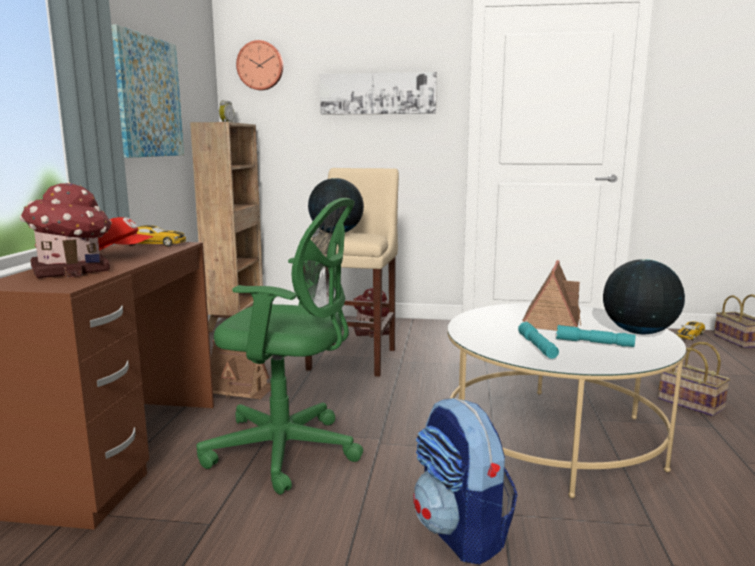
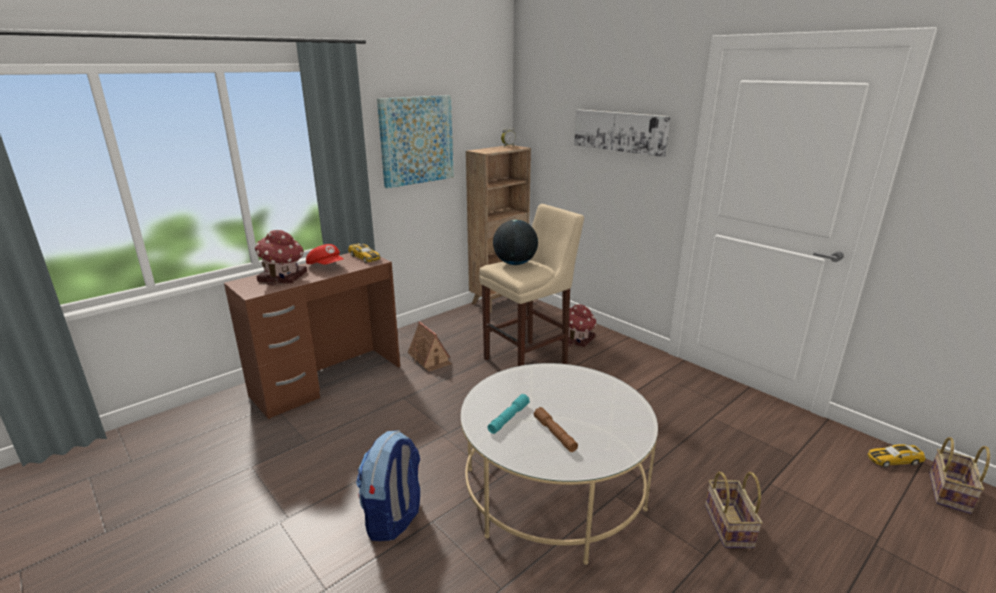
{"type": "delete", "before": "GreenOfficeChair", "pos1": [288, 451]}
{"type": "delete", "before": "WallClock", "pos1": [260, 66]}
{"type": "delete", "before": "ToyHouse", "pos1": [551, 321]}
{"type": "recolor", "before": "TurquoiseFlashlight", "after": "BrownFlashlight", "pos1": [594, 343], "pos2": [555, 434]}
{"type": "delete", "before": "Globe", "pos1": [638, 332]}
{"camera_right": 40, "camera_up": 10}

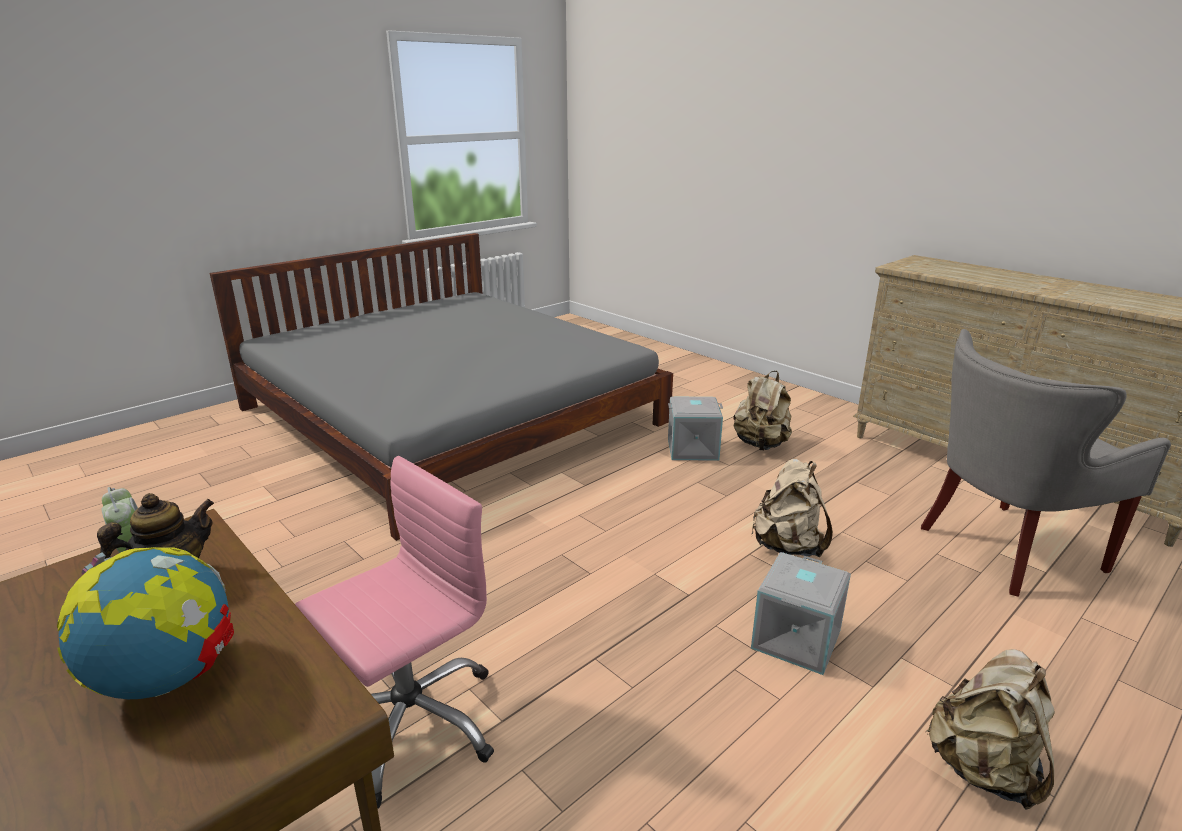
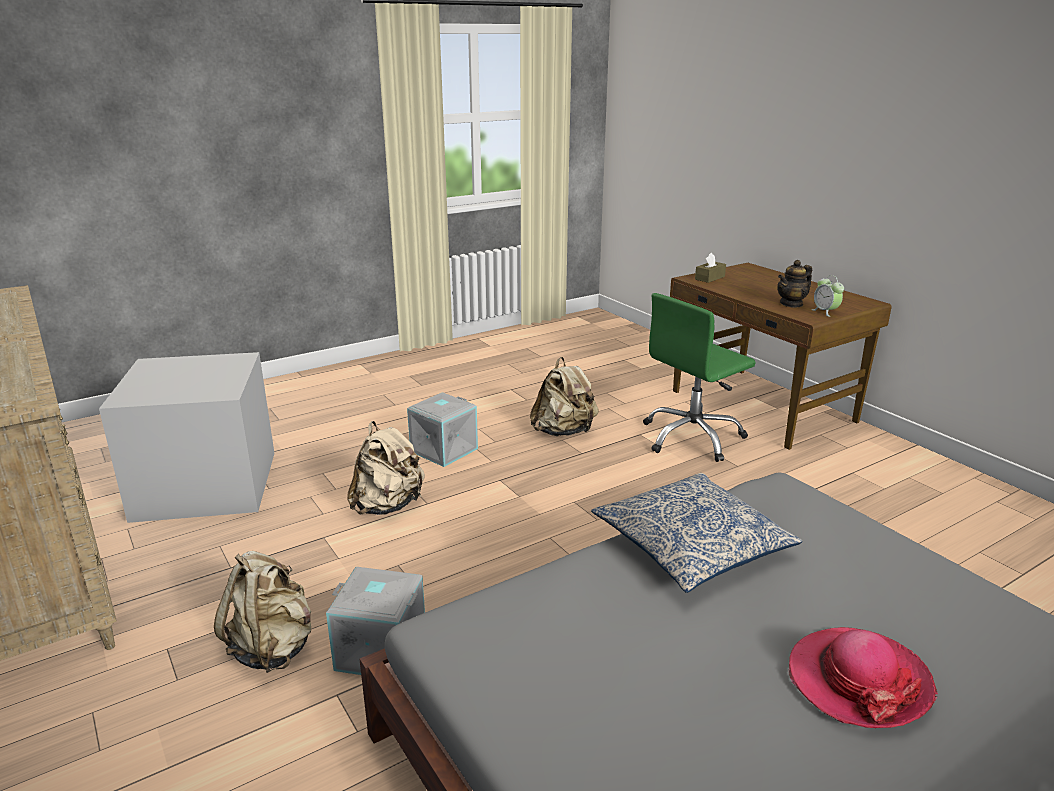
{"type": "delete", "before": "Globe", "pos1": [168, 678]}
{"type": "recolor", "before": "PinkOfficeChair", "after": "GreenOfficeChair", "pos1": [410, 723], "pos2": [692, 437]}
{"type": "replace", "before": "GreyArmchair", "after": "GreyStorageBox", "pos1": [1004, 549], "pos2": [208, 486]}
{"type": "move", "before": "BeigeBackpack", "pos1": [983, 769], "pos2": [564, 432]}
{"type": "insert", "after": "Pillow", "pos2": [692, 545]}
{"type": "insert", "after": "BrownTissueBox", "pos2": [709, 278]}
{"type": "insert", "after": "Hat", "pos2": [858, 680]}
{"camera_right": -170, "camera_up": 0}

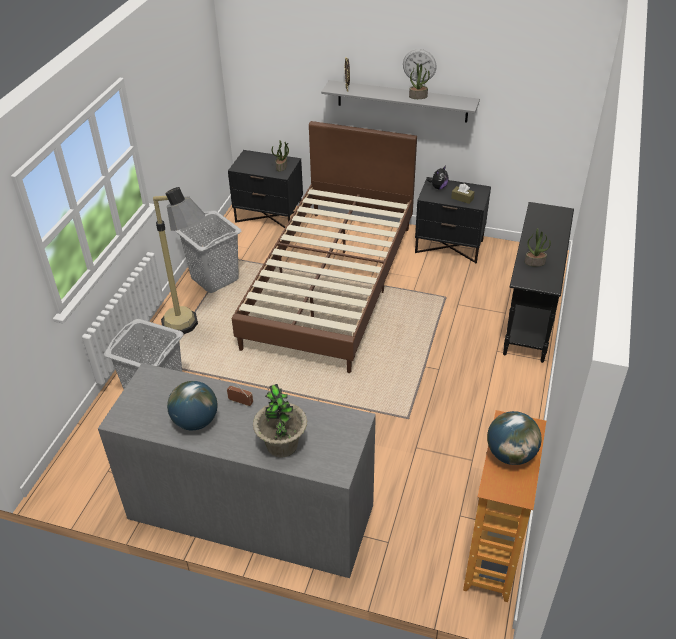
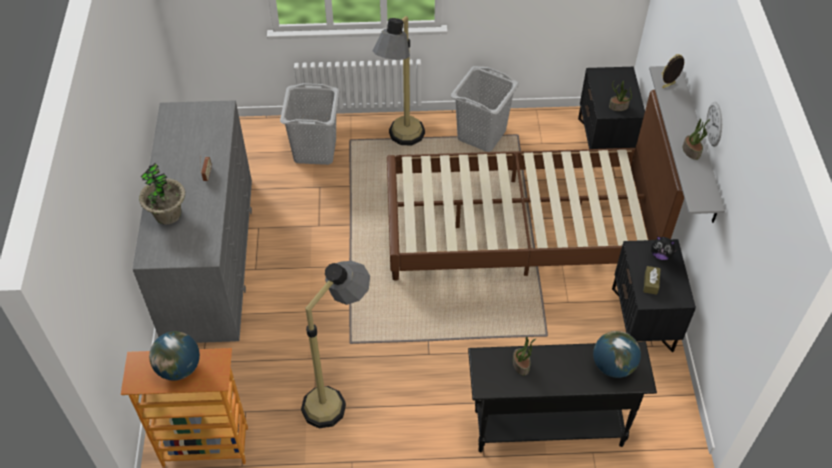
{"type": "move", "before": "Globe", "pos1": [196, 421], "pos2": [613, 366]}
{"type": "insert", "after": "FloorLamp", "pos2": [339, 395]}
{"camera_right": 70, "camera_up": 10}

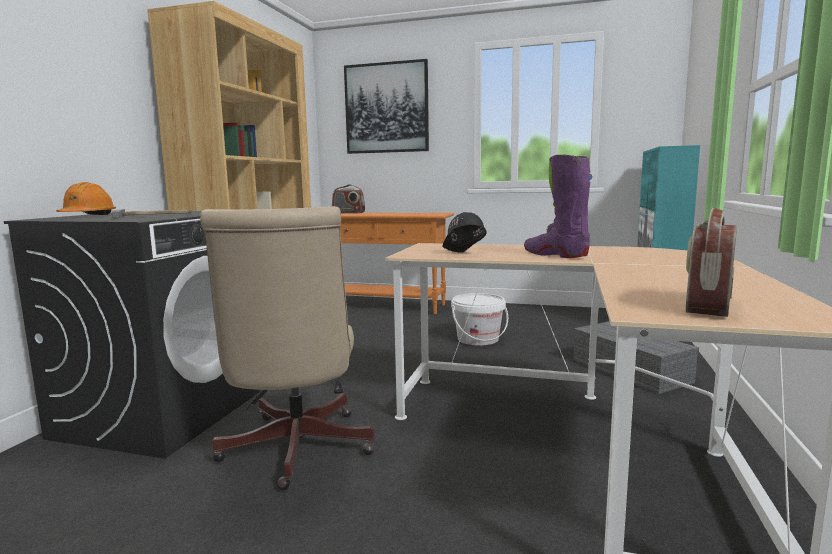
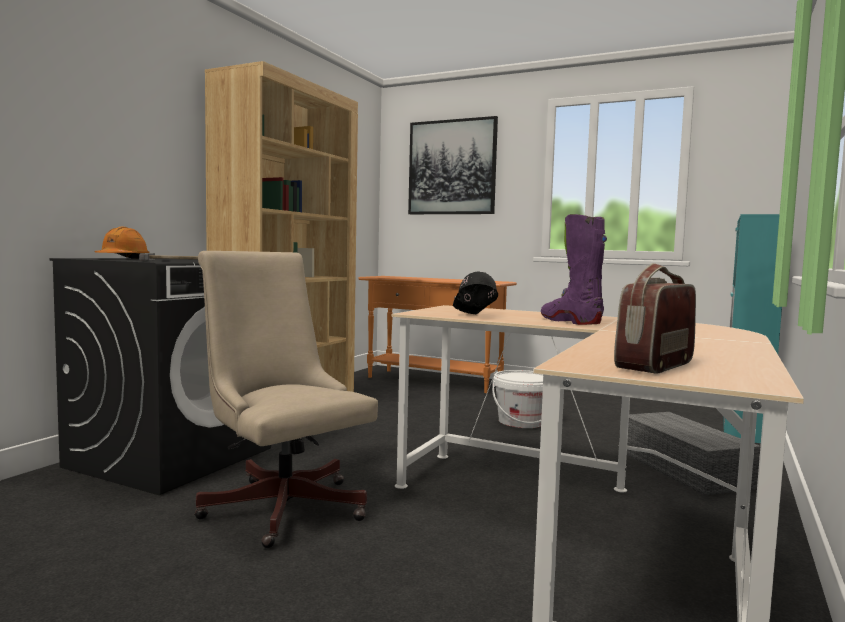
{"type": "rotate", "before": "BeigeOfficeChair", "pos1": [294, 451], "pos2": [281, 504], "turn": 135}
{"type": "delete", "before": "Radio", "pos1": [348, 213]}
{"camera_right": 10, "camera_up": -5}

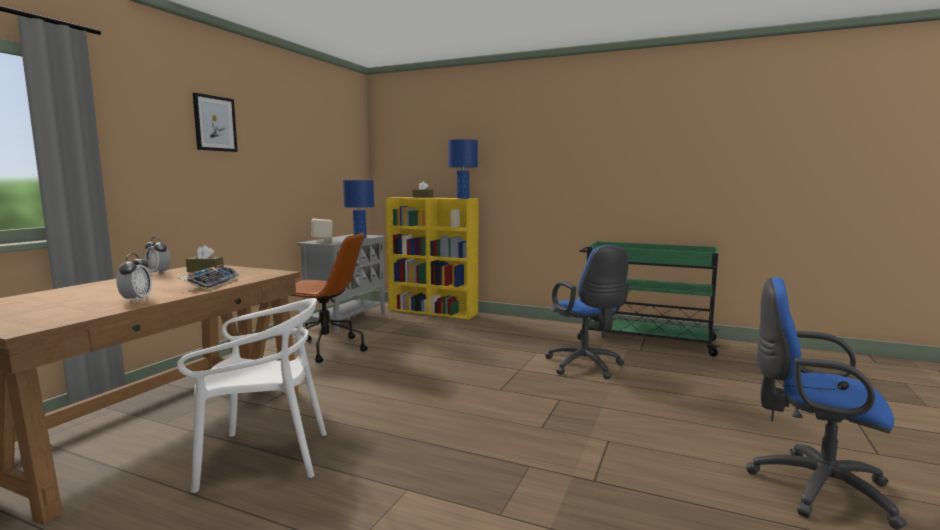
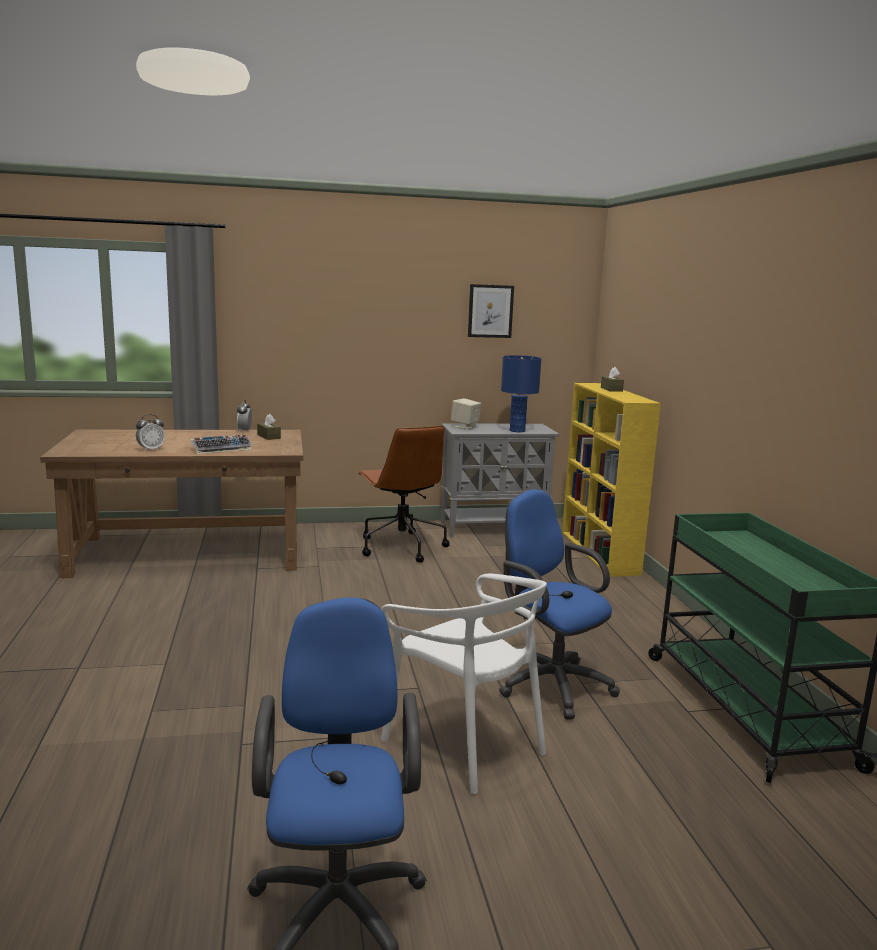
{"type": "move", "before": "WhiteChair", "pos1": [264, 458], "pos2": [465, 743]}
{"type": "move", "before": "Picture", "pos1": [215, 123], "pos2": [490, 311]}
{"type": "delete", "before": "BlueTableLamp", "pos1": [463, 198]}
{"type": "rotate", "before": "BlueOfficeChair", "pos1": [586, 367], "pos2": [549, 683], "turn": 105}
{"camera_right": 55, "camera_up": 5}

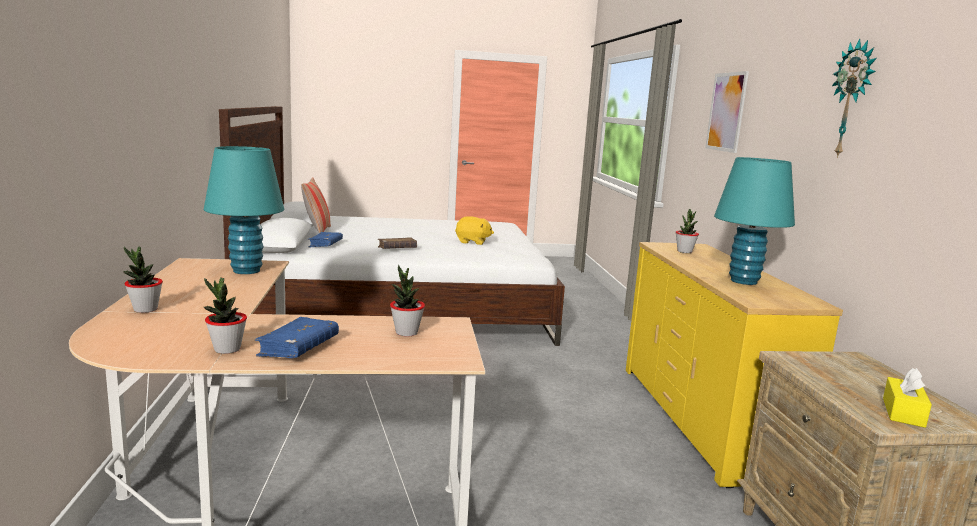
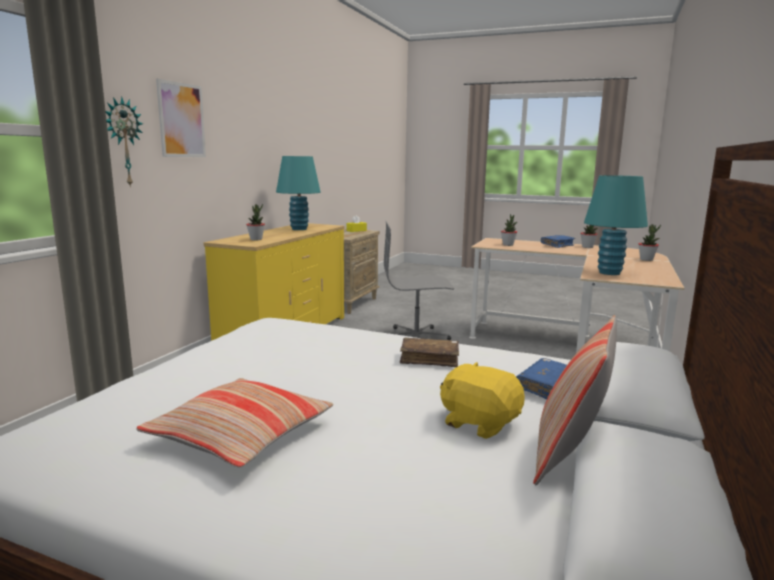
{"type": "move", "before": "YellowPlushToy", "pos1": [472, 242], "pos2": [479, 423]}
{"type": "move", "before": "WallClock", "pos1": [852, 99], "pos2": [123, 142]}
{"type": "insert", "after": "Pillow", "pos2": [240, 435]}
{"type": "insert", "after": "GreyOfficeChair", "pos2": [416, 337]}
{"camera_right": -150, "camera_up": 0}

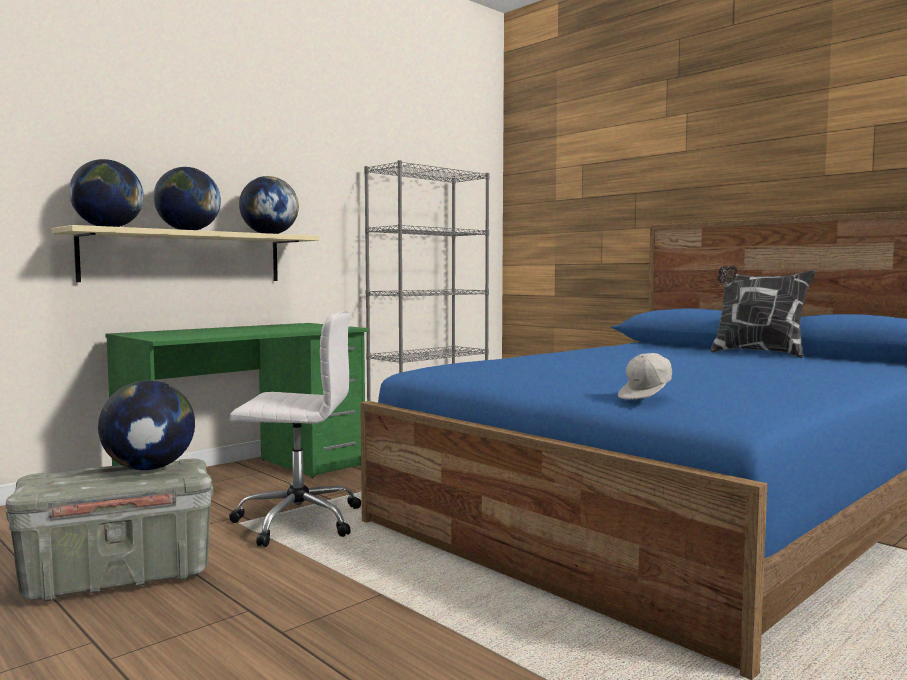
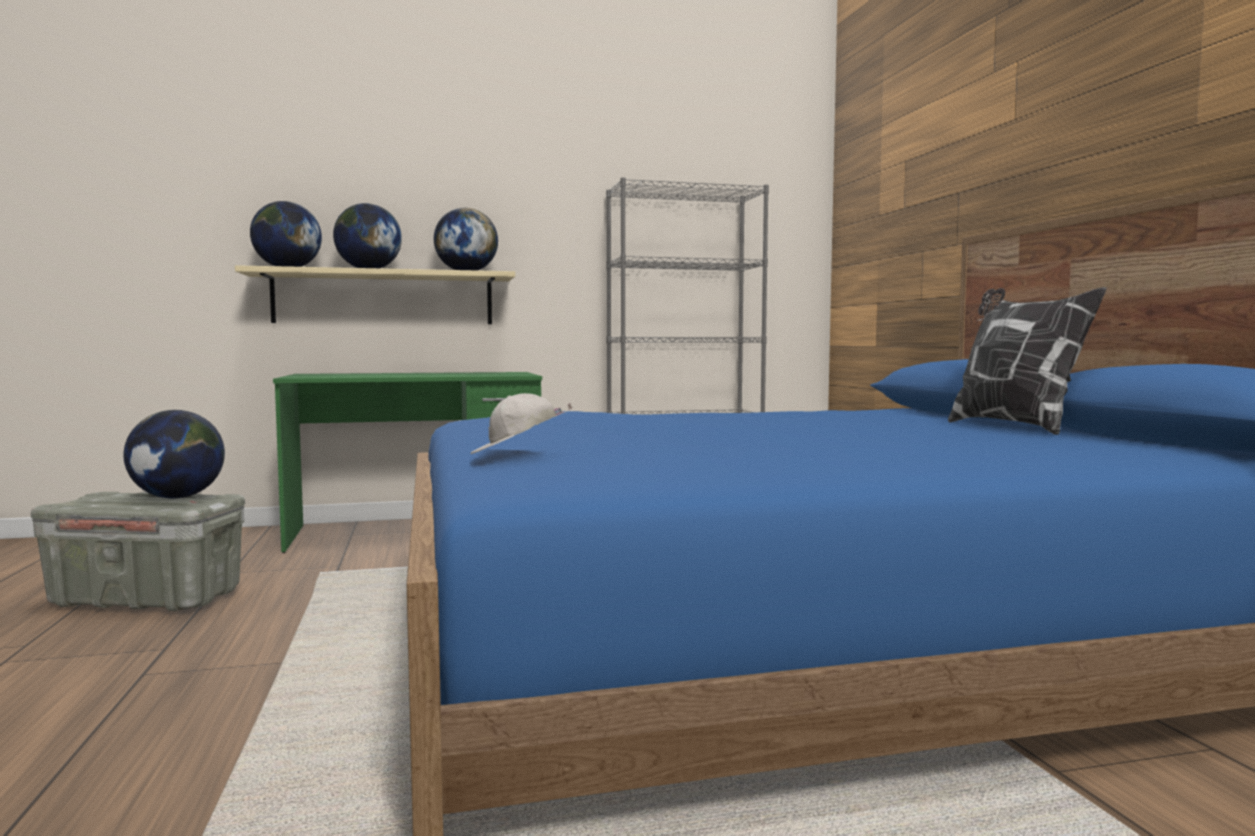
{"type": "delete", "before": "WhiteOfficeChair", "pos1": [296, 521]}
{"camera_right": 30, "camera_up": 0}

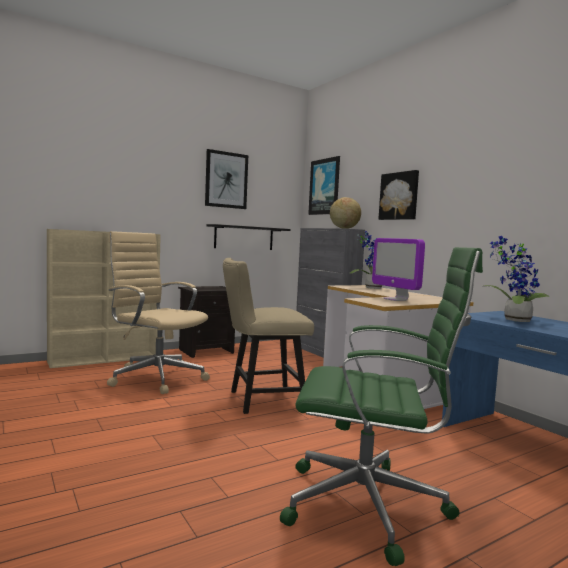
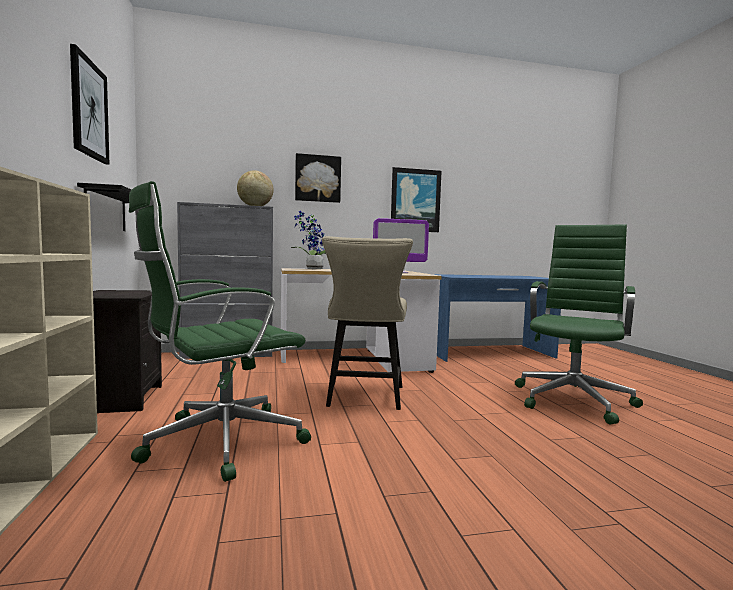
{"type": "recolor", "before": "BeigeOfficeChair", "after": "GreenOfficeChair", "pos1": [156, 377], "pos2": [219, 442]}
{"type": "move", "before": "Picture", "pos1": [324, 186], "pos2": [415, 200]}
{"type": "delete", "before": "PottedPlant", "pos1": [513, 320]}
{"camera_right": -70, "camera_up": 0}

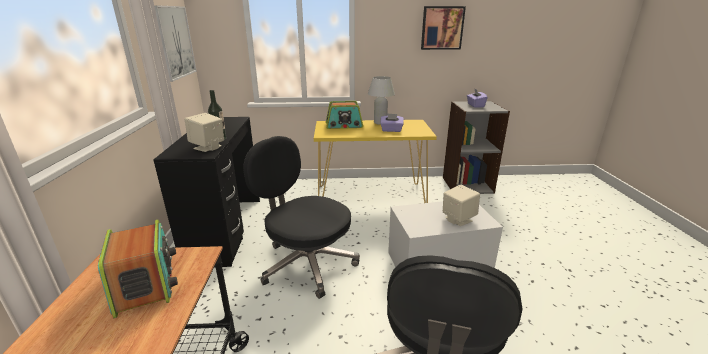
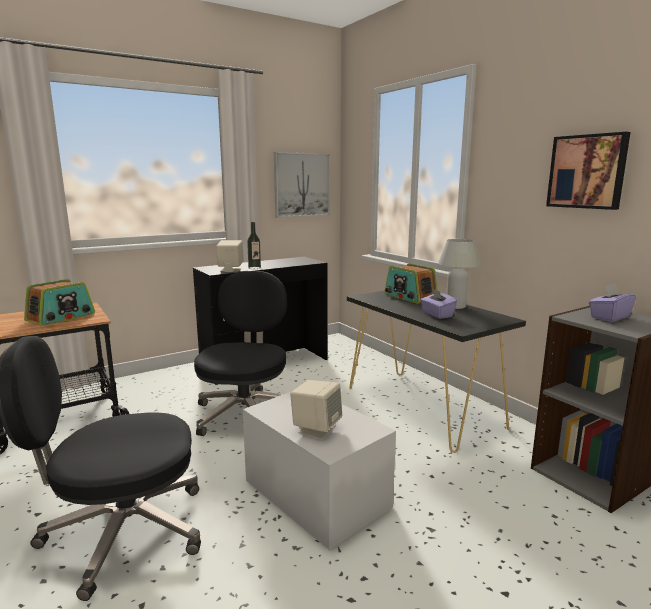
{"type": "recolor", "before": "YellowConsoleTable", "after": "BlackConsoleTable", "pos1": [371, 195], "pos2": [422, 407]}
{"camera_right": 60, "camera_up": -10}

